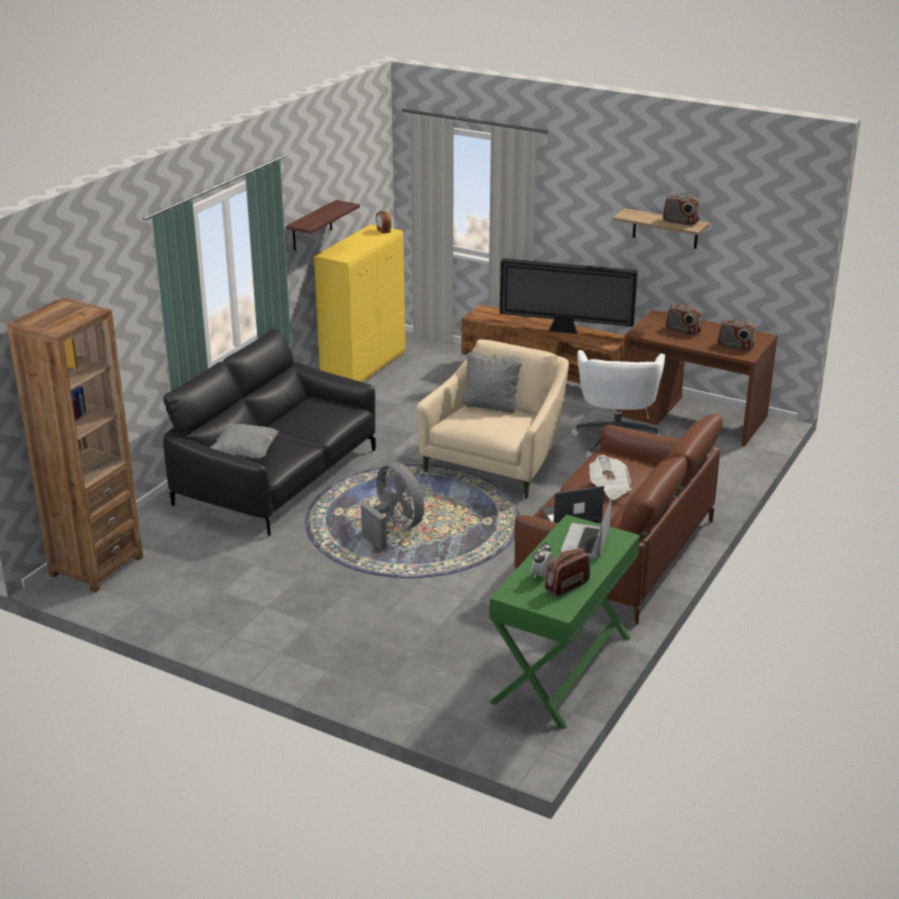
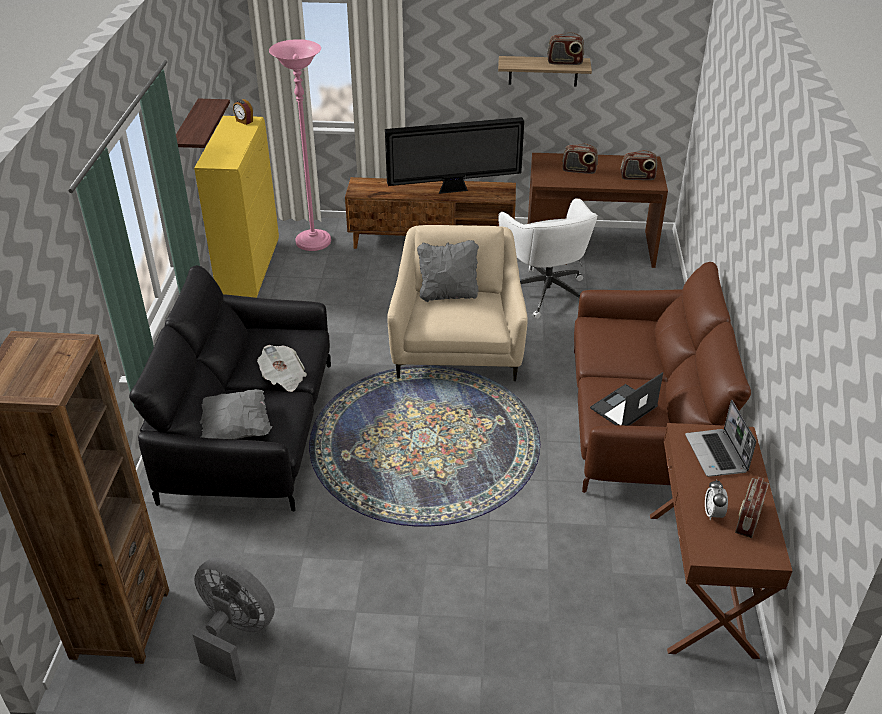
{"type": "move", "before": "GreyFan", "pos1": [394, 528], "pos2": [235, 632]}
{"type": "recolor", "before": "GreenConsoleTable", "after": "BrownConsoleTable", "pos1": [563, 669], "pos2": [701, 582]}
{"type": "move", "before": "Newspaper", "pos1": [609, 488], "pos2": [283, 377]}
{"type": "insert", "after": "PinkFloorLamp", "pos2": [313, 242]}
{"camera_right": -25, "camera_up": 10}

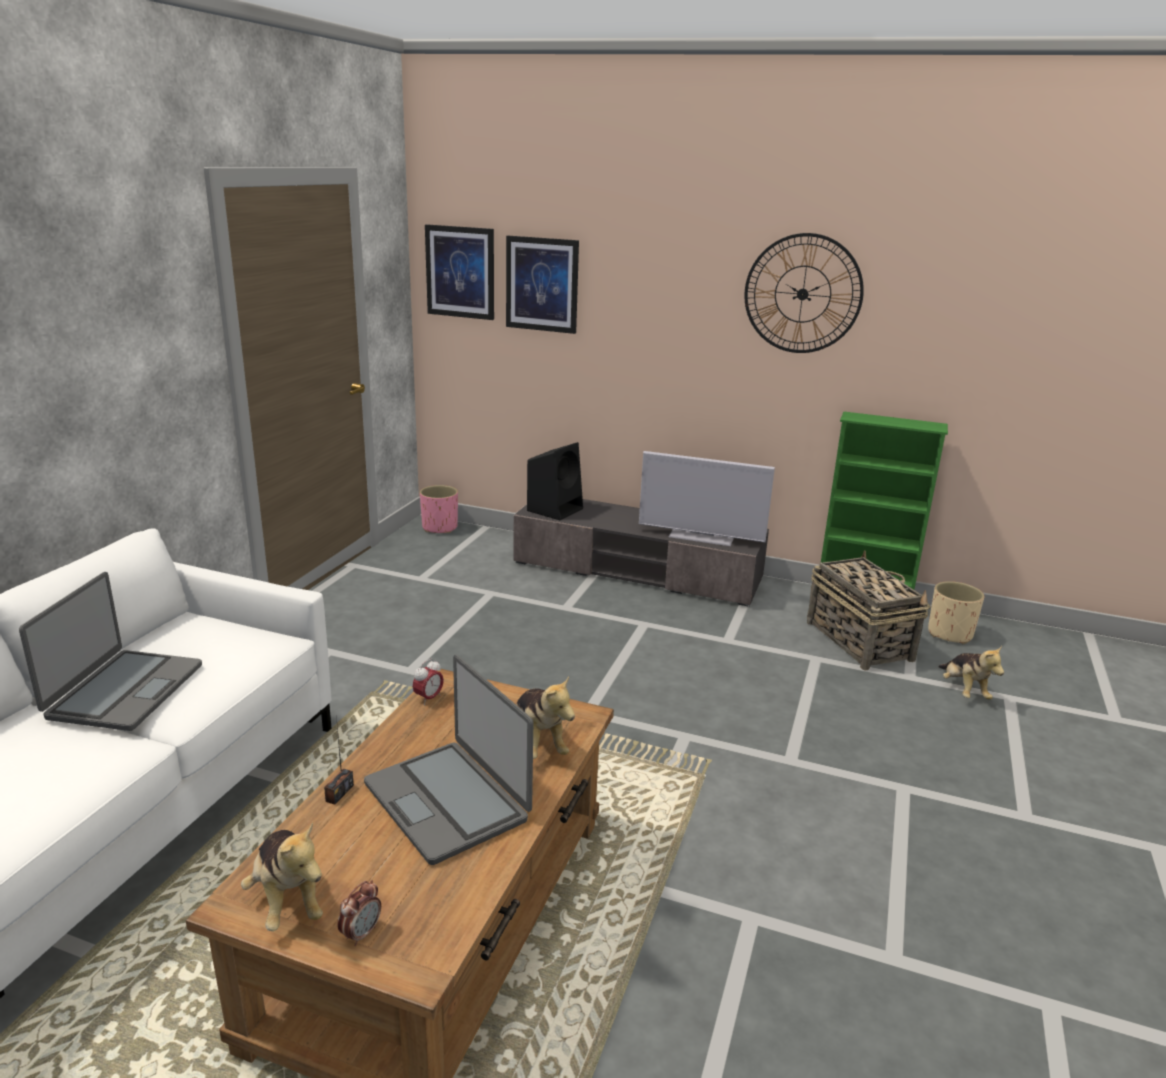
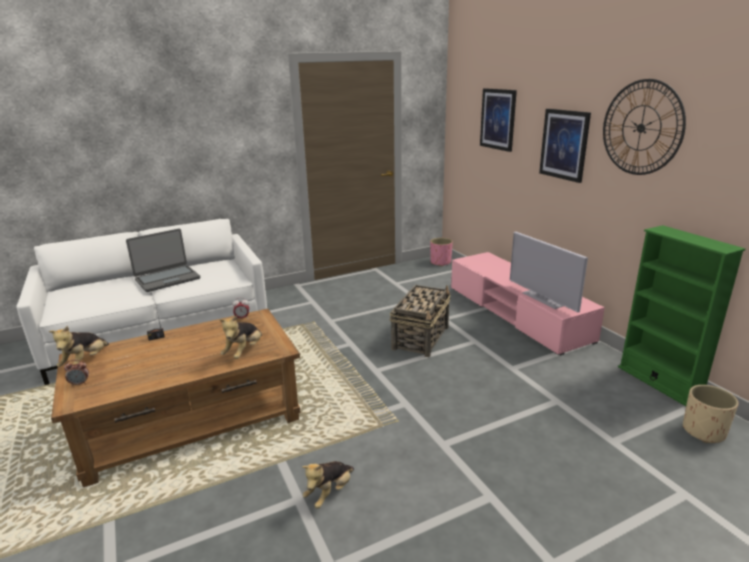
{"type": "delete", "before": "Laptop", "pos1": [448, 801]}
{"type": "move", "before": "Picture", "pos1": [460, 272], "pos2": [564, 144]}
{"type": "recolor", "before": "GreyTvStand", "after": "PinkTvStand", "pos1": [637, 570], "pos2": [516, 313]}
{"type": "delete", "before": "BlackSpeaker", "pos1": [555, 509]}
{"type": "move", "before": "Basket", "pos1": [858, 640], "pos2": [421, 337]}
{"type": "move", "before": "PlushToy", "pos1": [963, 690], "pos2": [329, 493]}
{"camera_right": 45, "camera_up": 0}

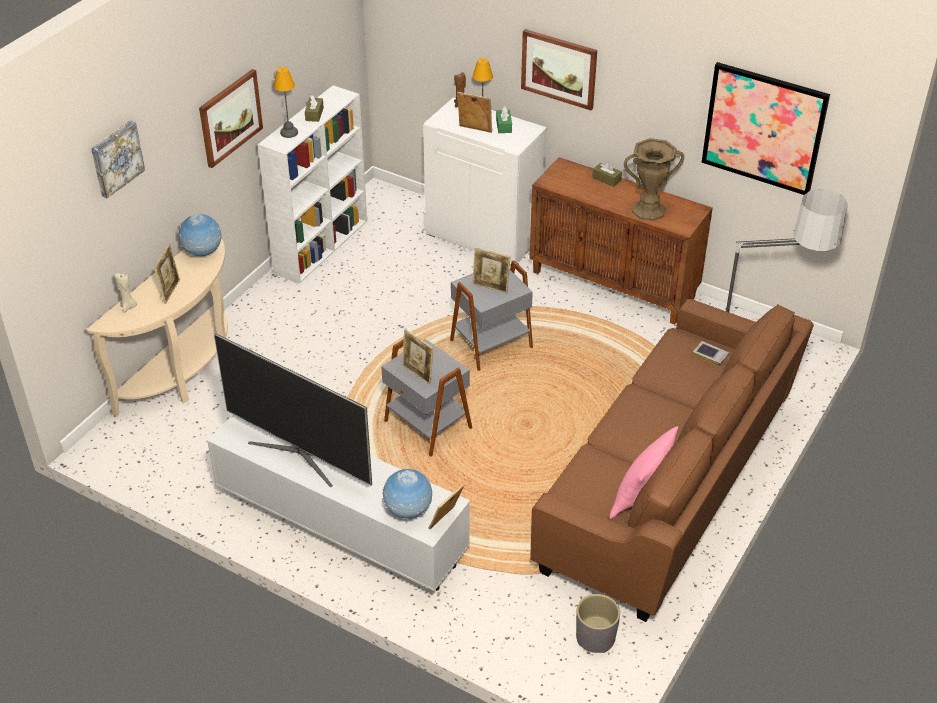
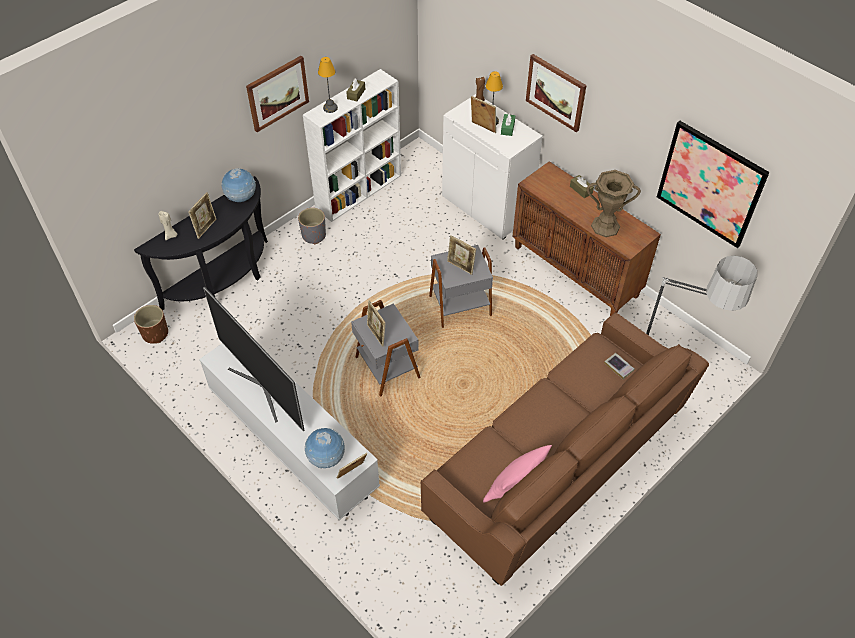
{"type": "recolor", "before": "BeigeConsoleTable", "after": "BlackConsoleTable", "pos1": [187, 372], "pos2": [224, 282]}
{"type": "delete", "before": "Picture", "pos1": [116, 158]}
{"type": "move", "before": "GreyPlanter", "pos1": [595, 638], "pos2": [313, 235]}
{"type": "insert", "after": "BrownPlanter", "pos2": [155, 333]}
{"camera_right": 15, "camera_up": 10}

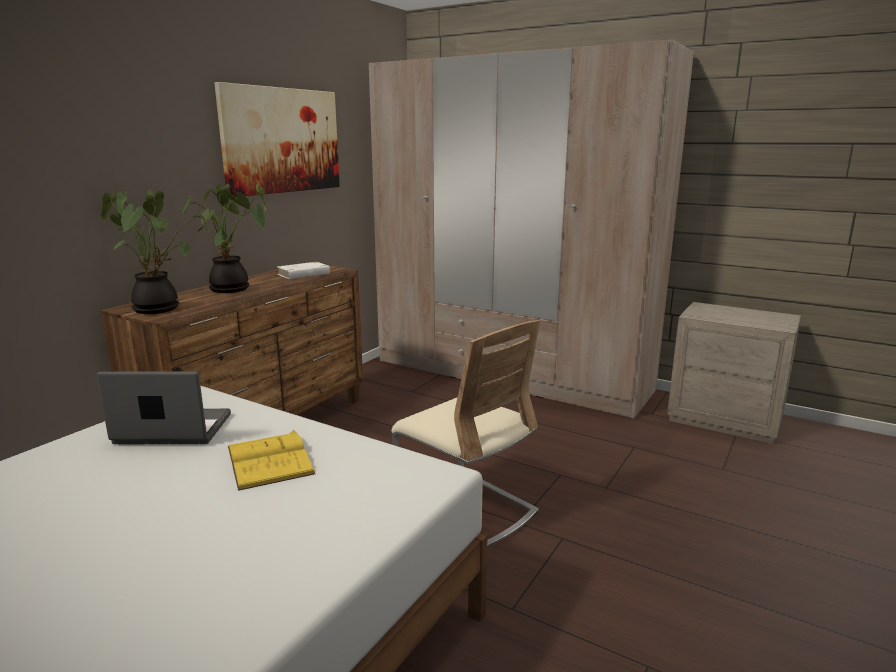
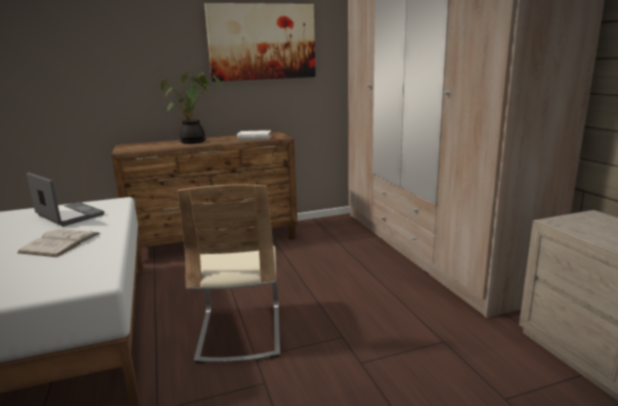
{"type": "delete", "before": "PottedPlant", "pos1": [160, 308]}
{"type": "recolor", "before": "YellowBook", "after": "WhiteBook", "pos1": [269, 460], "pos2": [60, 243]}
{"camera_right": 40, "camera_up": 0}

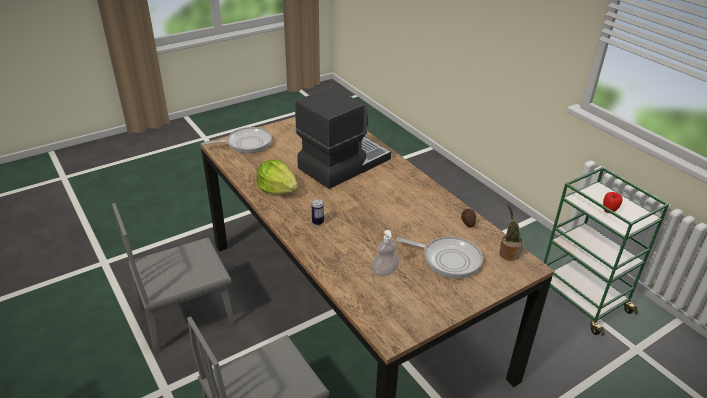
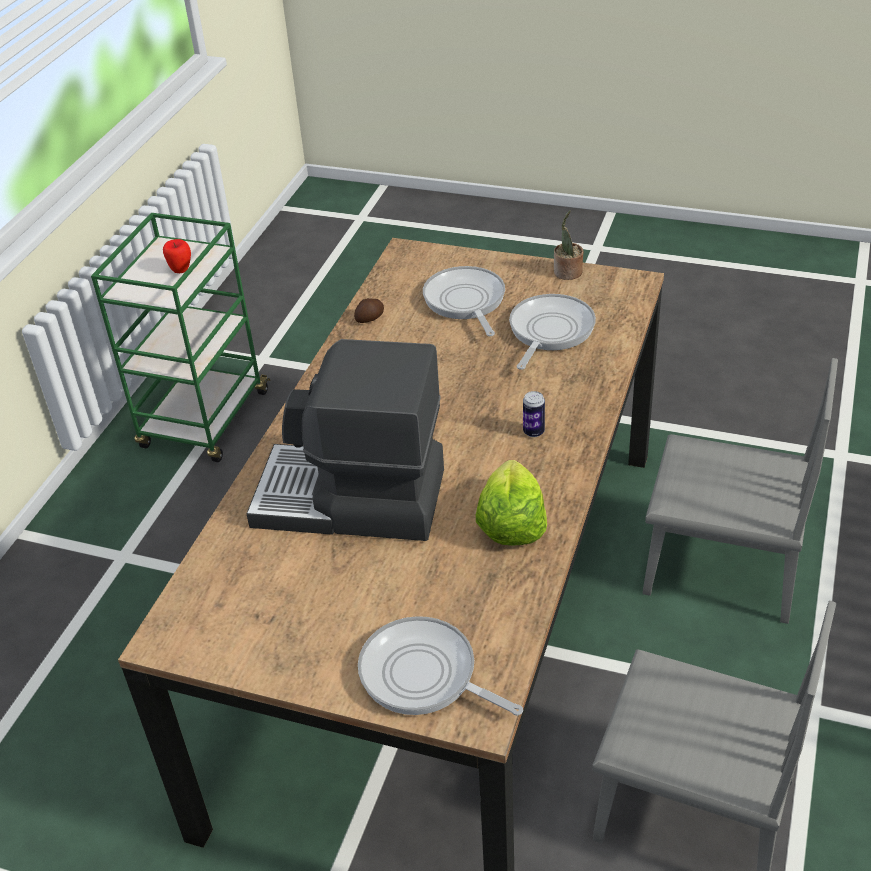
{"type": "replace", "before": "SoapDispenser", "after": "FryingPan", "pos1": [384, 271], "pos2": [549, 331]}
{"type": "move", "before": "PottedPlant", "pos1": [508, 253], "pos2": [567, 273]}
{"camera_right": -125, "camera_up": 5}

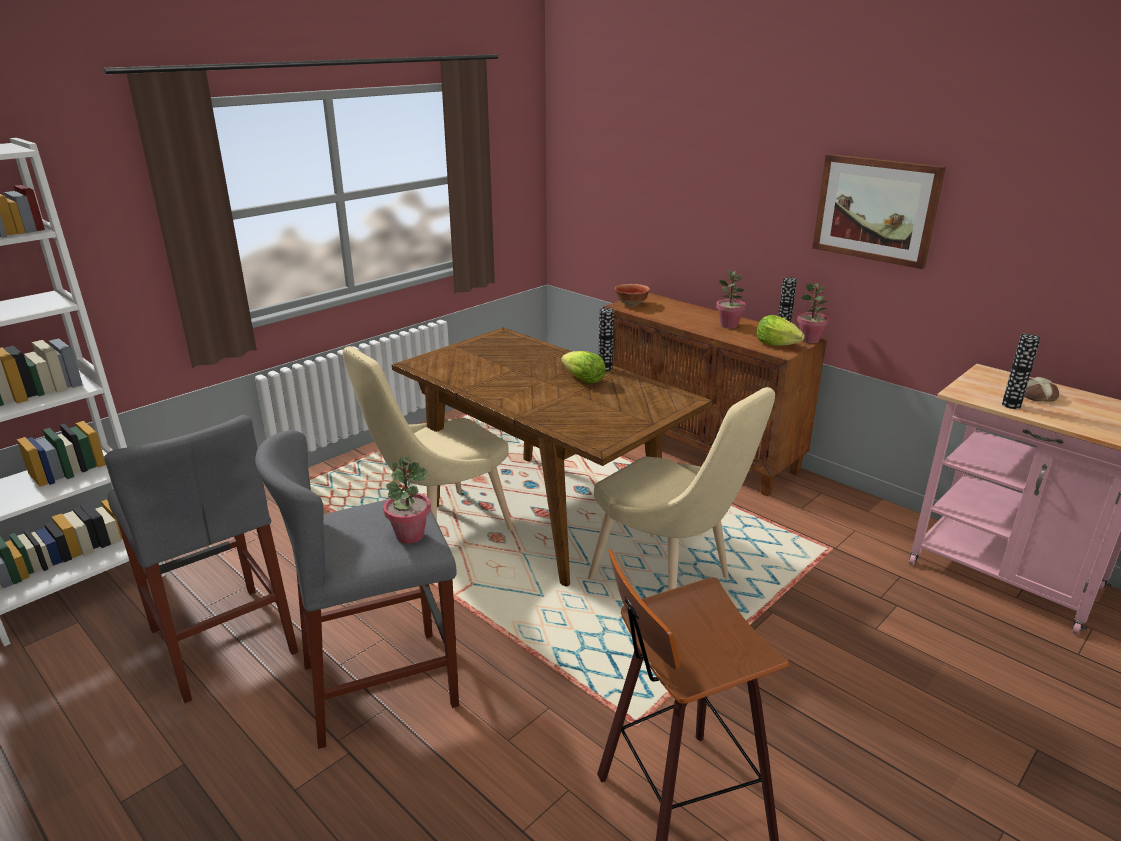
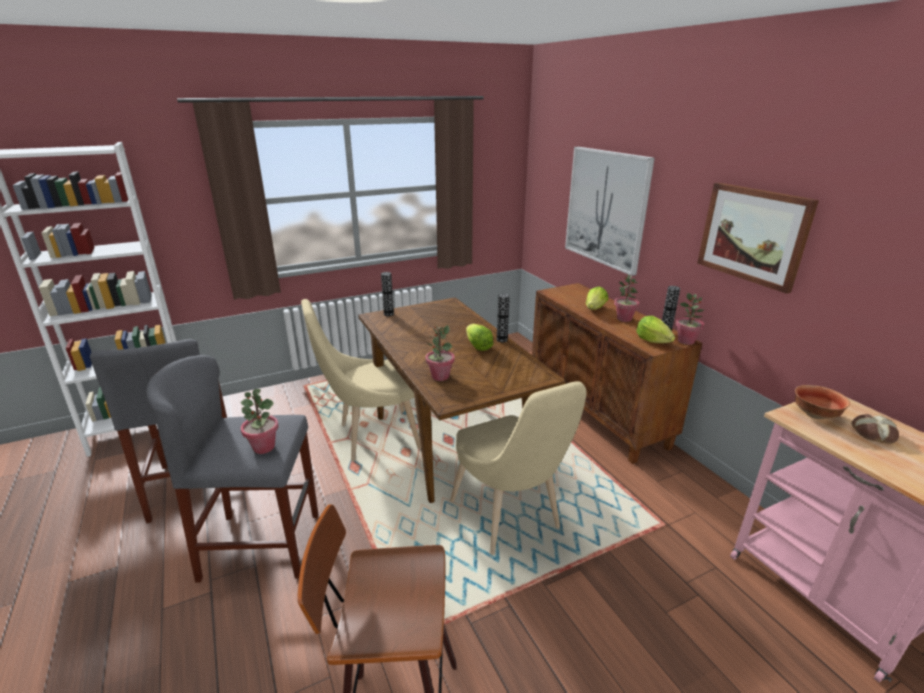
{"type": "move", "before": "Bowl", "pos1": [630, 304], "pos2": [814, 414]}
{"type": "move", "before": "Vase", "pos1": [1011, 405], "pos2": [388, 314]}
{"type": "insert", "after": "PottedPlant", "pos2": [440, 376]}
{"type": "insert", "after": "Picture", "pos2": [606, 208]}
{"type": "insert", "after": "Lettuce", "pos2": [595, 309]}
{"camera_right": 20, "camera_up": 0}

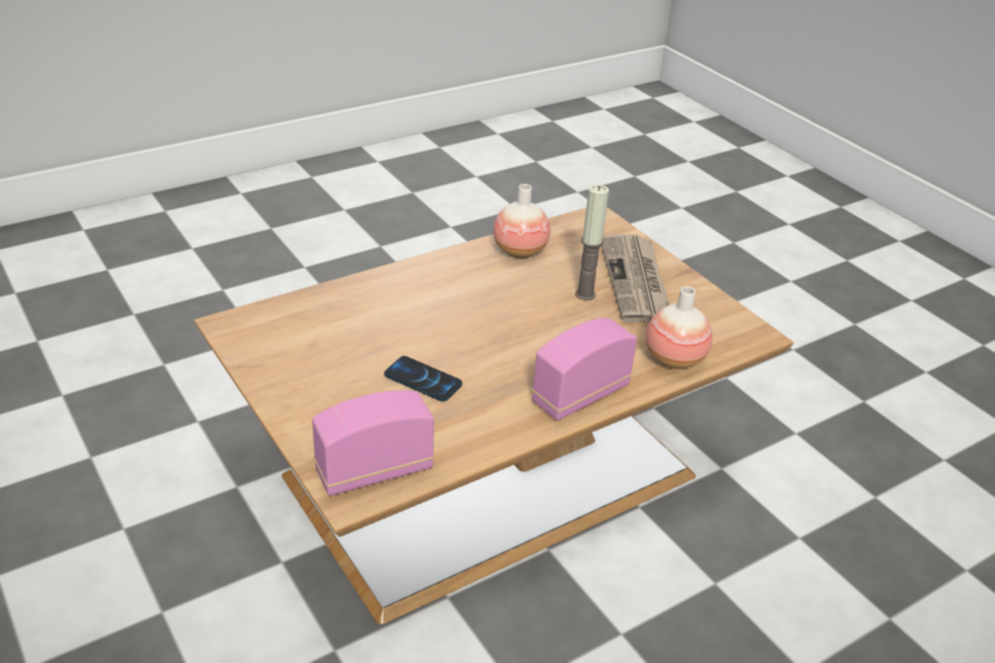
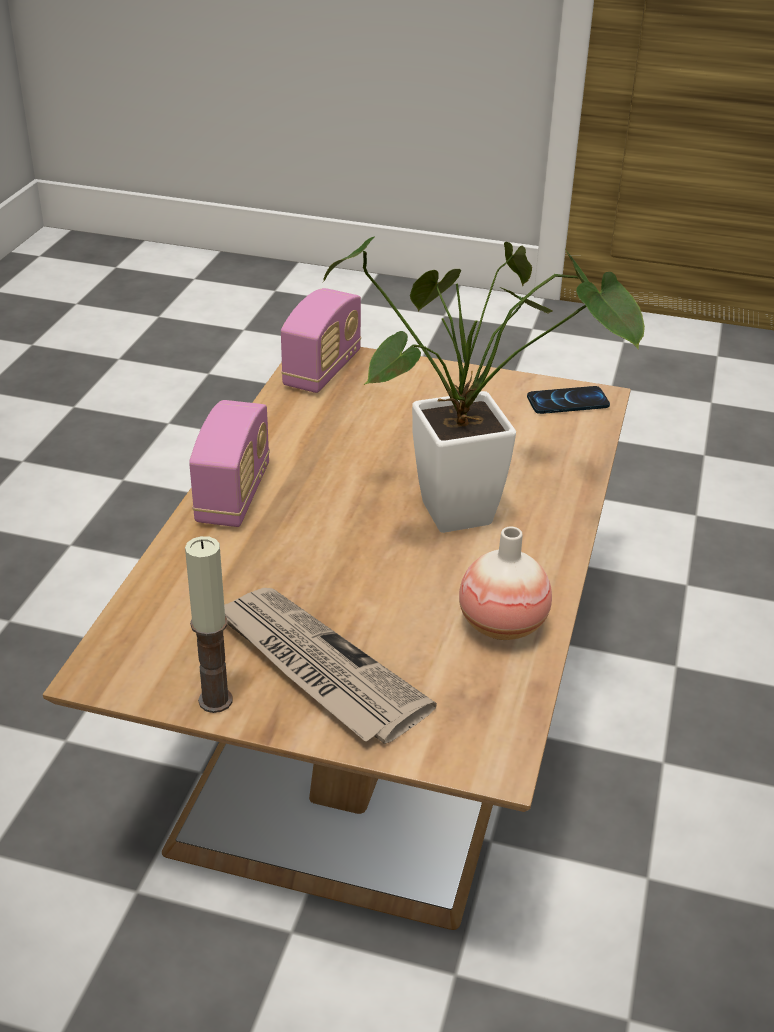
{"type": "move", "before": "Phone", "pos1": [423, 380], "pos2": [567, 402]}
{"type": "move", "before": "Candle", "pos1": [585, 294], "pos2": [215, 700]}
{"type": "delete", "before": "Vase", "pos1": [674, 359]}
{"type": "insert", "after": "PottedPlant", "pos2": [474, 512]}
{"camera_right": 140, "camera_up": 0}

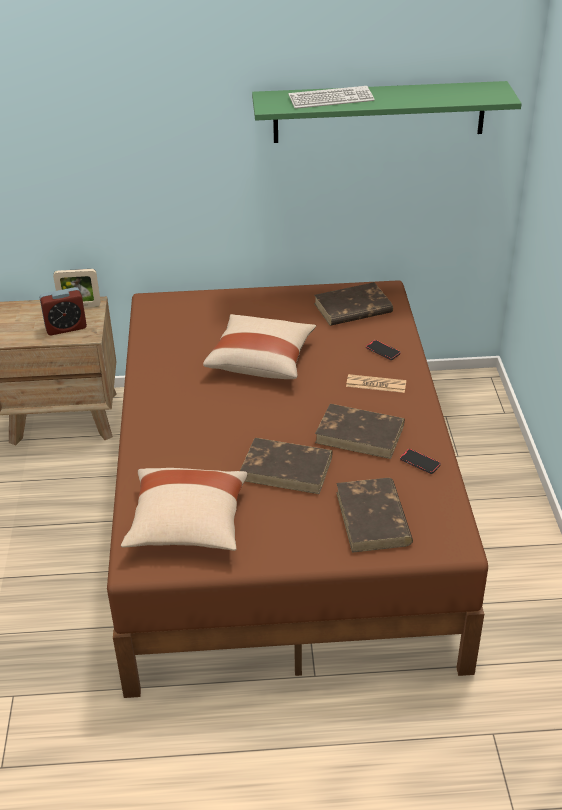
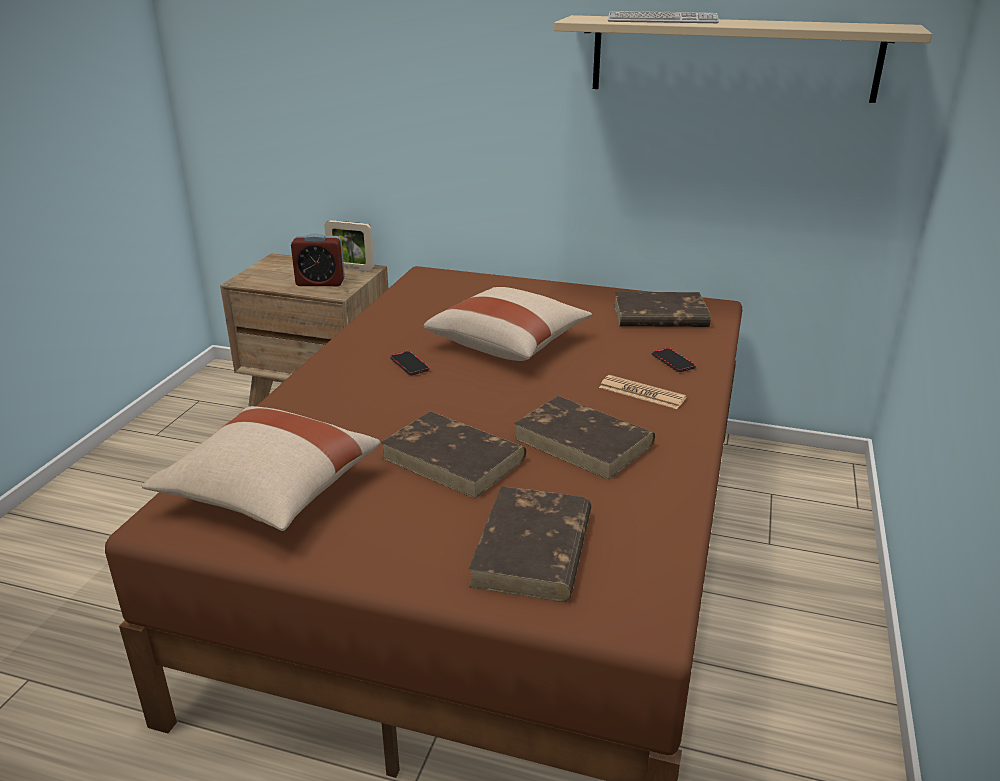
{"type": "recolor", "before": "GreenShelf", "after": "BeigeShelf", "pos1": [379, 112], "pos2": [732, 58]}
{"type": "move", "before": "Phone", "pos1": [420, 462], "pos2": [409, 365]}
{"camera_right": 20, "camera_up": -10}

